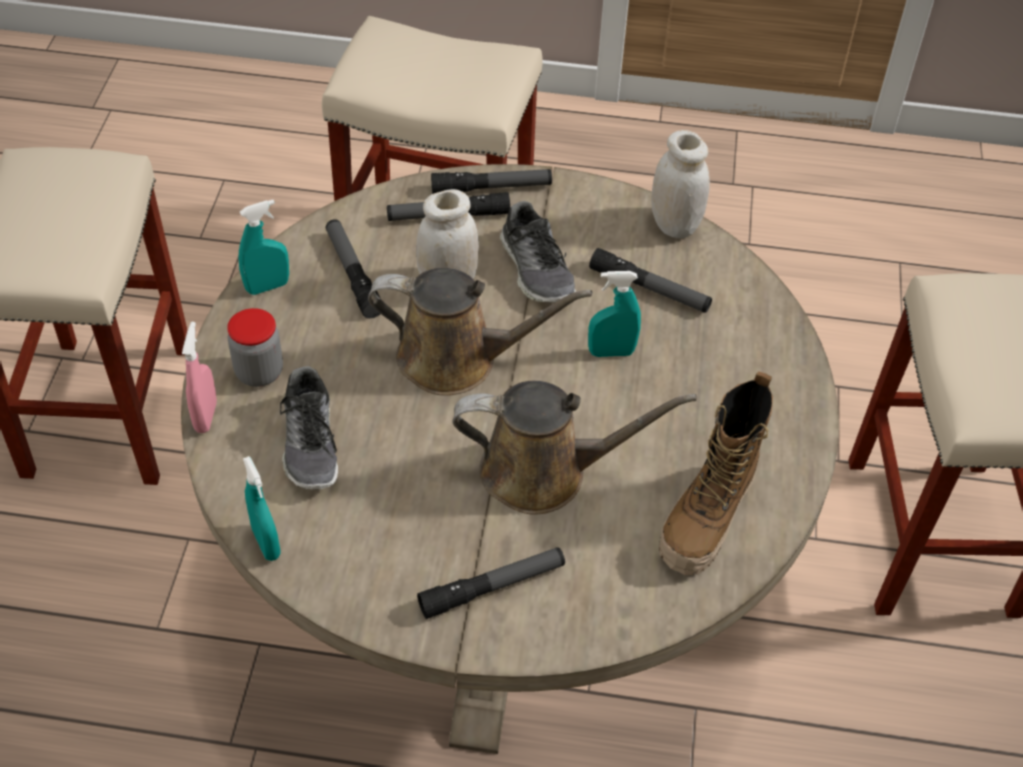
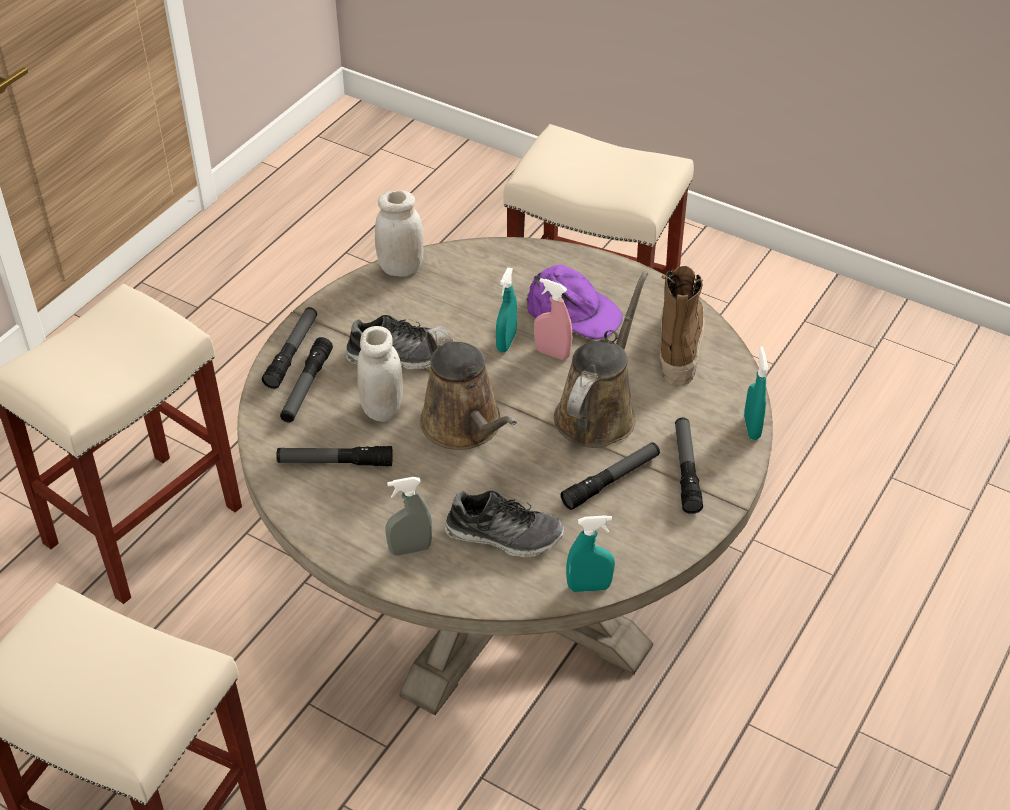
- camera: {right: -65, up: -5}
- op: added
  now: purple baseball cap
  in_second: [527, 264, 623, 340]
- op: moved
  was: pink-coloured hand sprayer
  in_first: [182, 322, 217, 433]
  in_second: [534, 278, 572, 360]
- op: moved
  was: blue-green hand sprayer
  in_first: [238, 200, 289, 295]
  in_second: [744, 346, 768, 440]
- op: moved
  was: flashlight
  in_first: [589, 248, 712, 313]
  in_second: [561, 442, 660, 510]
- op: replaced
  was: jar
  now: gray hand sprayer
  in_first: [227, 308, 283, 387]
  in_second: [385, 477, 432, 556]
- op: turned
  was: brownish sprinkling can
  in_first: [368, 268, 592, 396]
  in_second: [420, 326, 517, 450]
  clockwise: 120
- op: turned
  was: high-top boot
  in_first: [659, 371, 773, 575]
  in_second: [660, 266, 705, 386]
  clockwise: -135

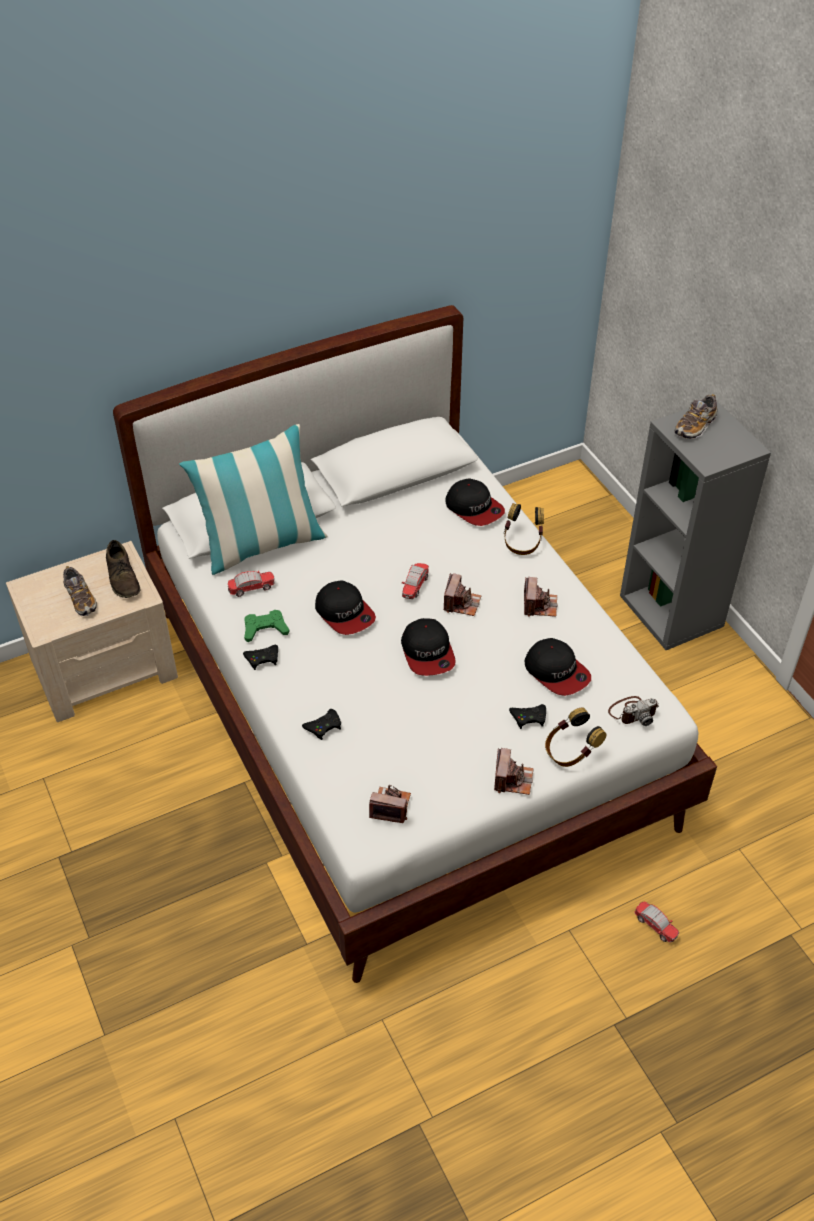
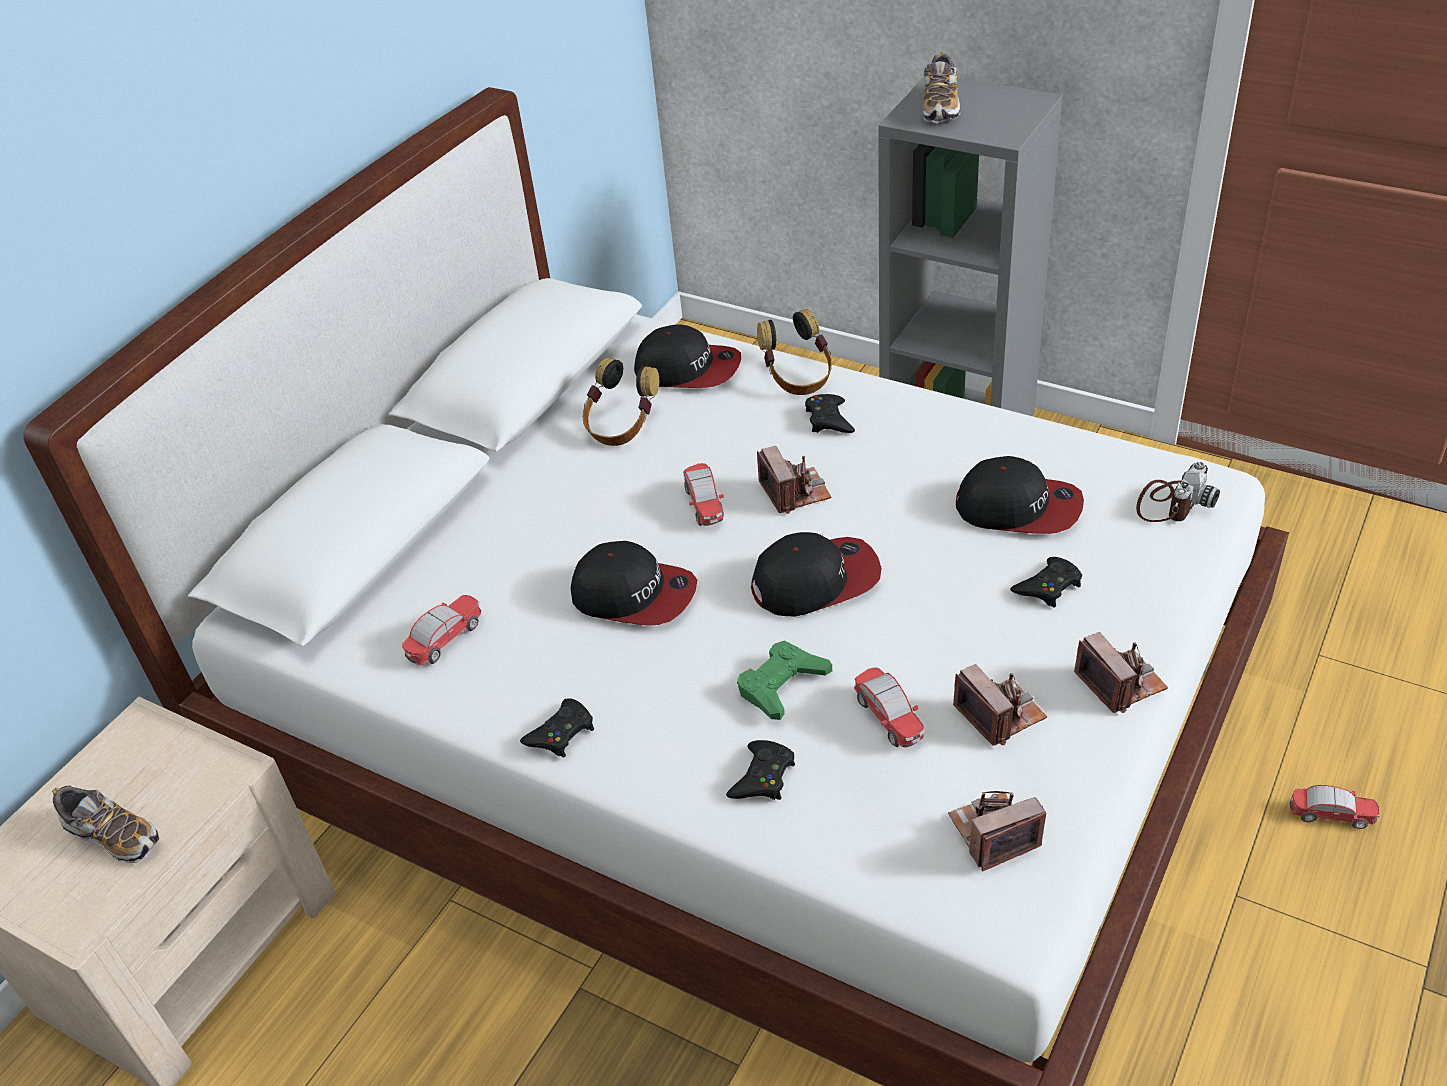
- camera: {right: -30, up: -5}
- op: removed
  was: brownish shoe
  in_first: [106, 540, 140, 598]
- op: removed
  was: cushion
  in_first: [179, 424, 327, 575]
- op: added
  now: blackish joypad
  in_second: [805, 394, 855, 433]
- op: added
  now: toy car
  in_second: [854, 668, 925, 748]
- op: moved
  was: greenish joypad
  in_first: [244, 610, 290, 642]
  in_second: [737, 641, 832, 720]
- op: moved
  was: photo camera
  in_first: [524, 577, 558, 617]
  in_second: [953, 664, 1047, 746]
- op: moved
  was: headset
  in_first: [545, 708, 607, 767]
  in_second: [583, 358, 659, 446]
- op: turned
  was: baseball cap
  in_first: [401, 618, 456, 676]
  in_second: [751, 532, 882, 616]
  clockwise: -60

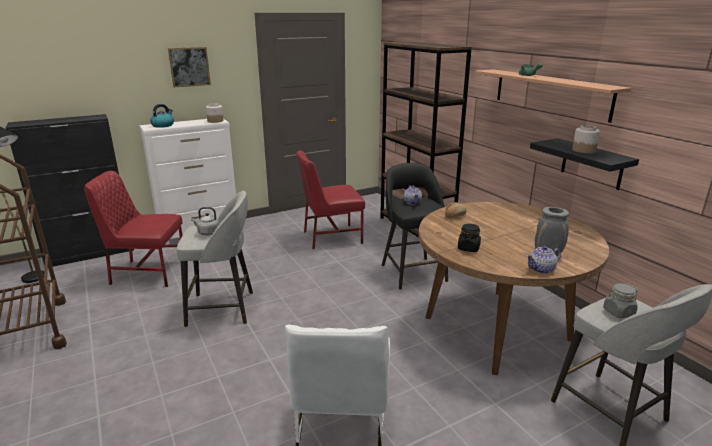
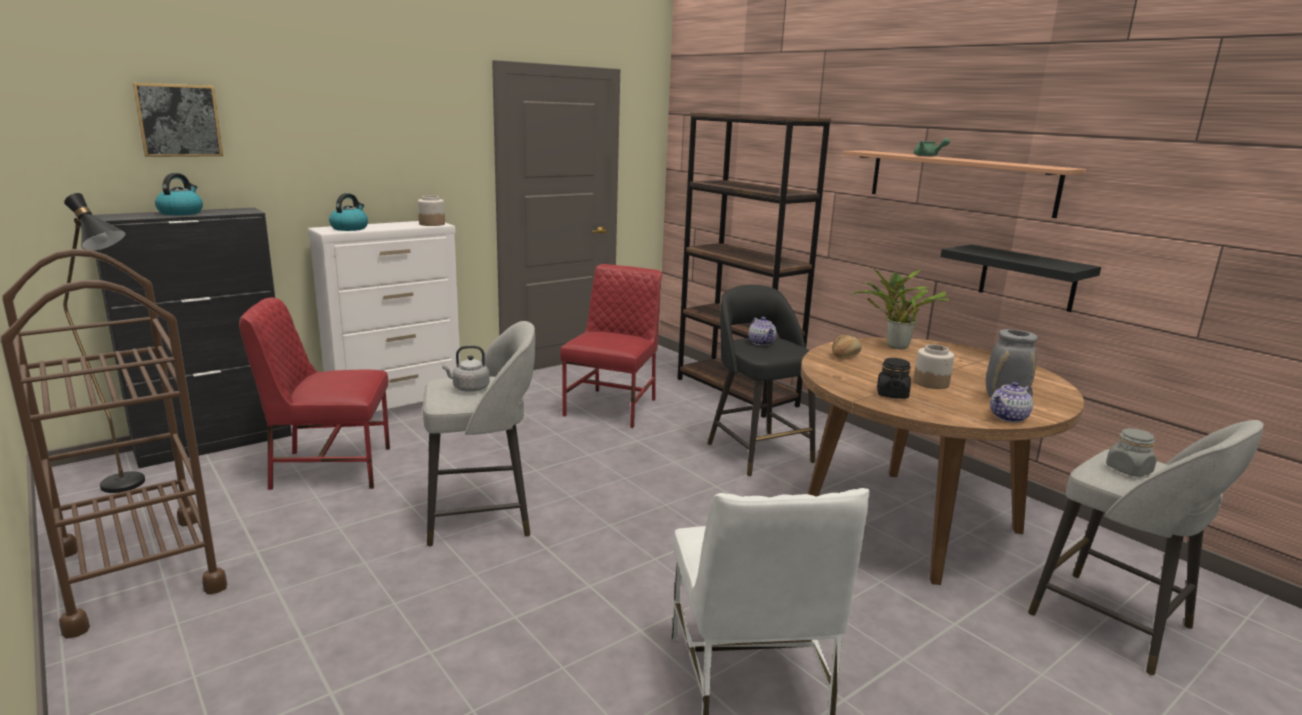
- camera: {right: -10, up: -5}
- op: added
  now: tea kettle
  in_second: [155, 173, 203, 215]
- op: added
  now: houseplant
  in_second: [851, 266, 949, 349]
- op: moved
  was: wall picture
  in_first: [168, 47, 211, 87]
  in_second: [132, 83, 223, 157]
- op: moved
  was: jar
  in_first: [572, 125, 600, 154]
  in_second: [914, 344, 954, 389]
- op: turned
  was: red plain chair
  in_first: [297, 151, 365, 249]
  in_second: [560, 264, 662, 428]
  clockwise: 135

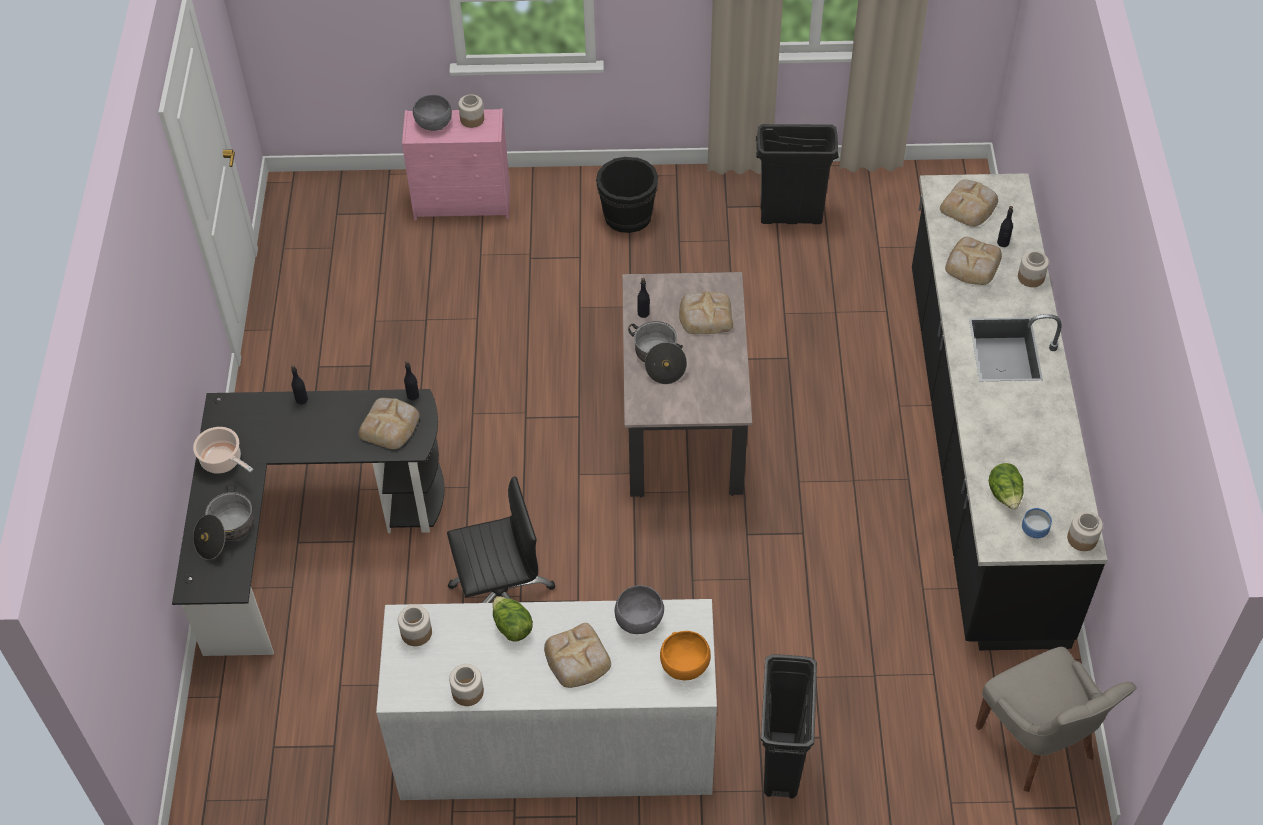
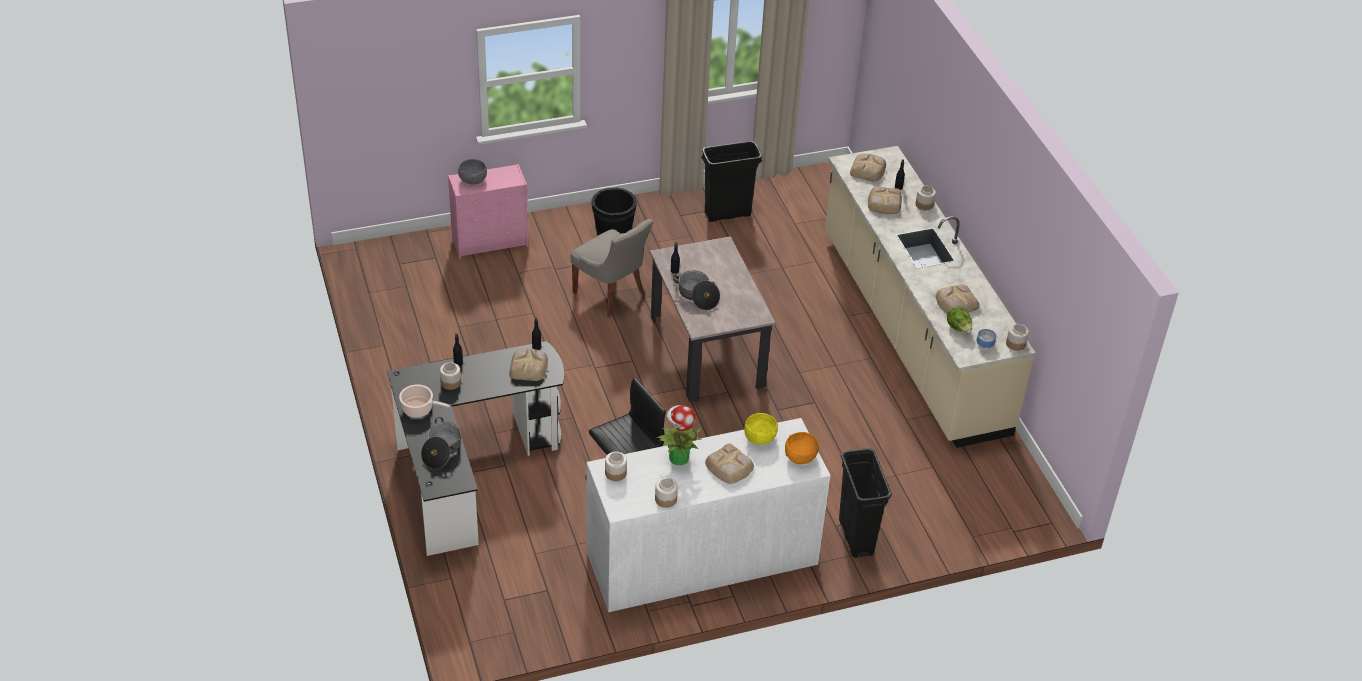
- camera: {right: -20, up: -10}
- op: moved
  was: jar
  in_first: [458, 94, 484, 128]
  in_second: [440, 362, 461, 390]
- op: moved
  was: bread
  in_first: [679, 291, 733, 334]
  in_second: [936, 285, 980, 314]
- op: moved
  was: gray plain chair
  in_first: [976, 647, 1137, 792]
  in_second: [570, 219, 653, 317]
- op: replaced
  was: lettuce head
  now: houseplant
  in_first: [493, 596, 533, 642]
  in_second: [657, 405, 702, 465]
- op: recoloured
  was: gray serving bowl
  now: yellow-coloured serving bowl
  in_first: [615, 585, 664, 634]
  in_second: [744, 413, 778, 445]
- op: recoloured
  was: blackish kitchen counter
  now: sand-coloured kitchen counter
  in_first: [912, 173, 1107, 650]
  in_second: [825, 146, 1036, 448]

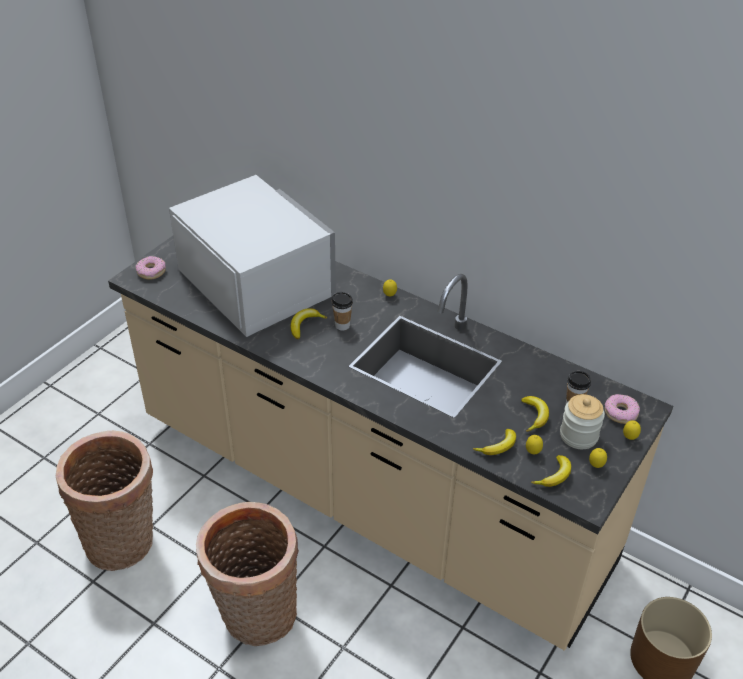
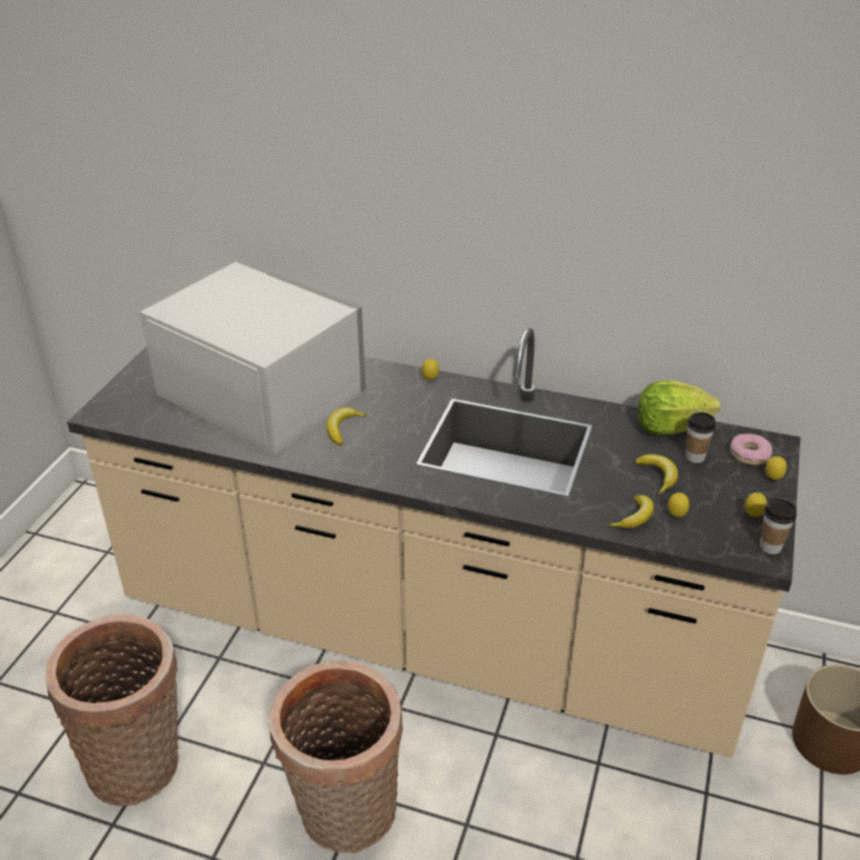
- camera: {right: -15, up: -5}
- op: removed
  was: ring doughnut
  in_first: [136, 256, 166, 280]
- op: removed
  was: banana
  in_first: [531, 455, 571, 487]
- op: removed
  was: jar
  in_first: [560, 394, 605, 449]
- op: added
  now: lettuce head
  in_second: [638, 380, 720, 435]
- op: moved
  was: drinking cup
  in_first: [332, 292, 353, 331]
  in_second: [760, 498, 797, 554]

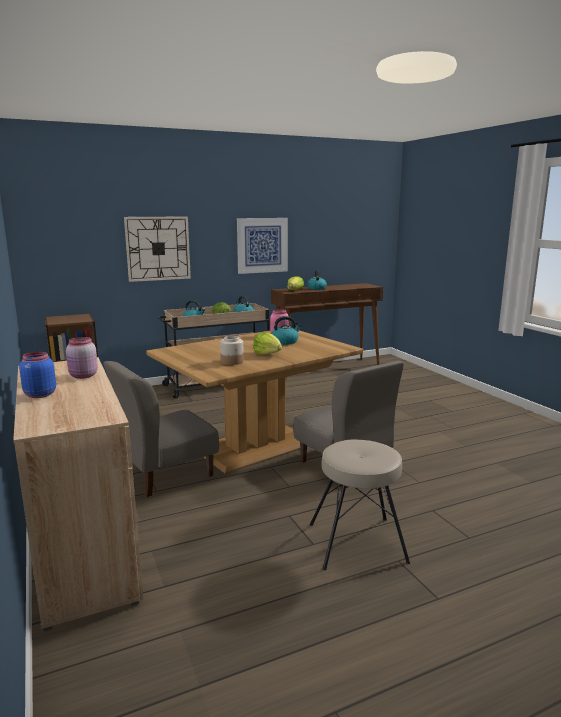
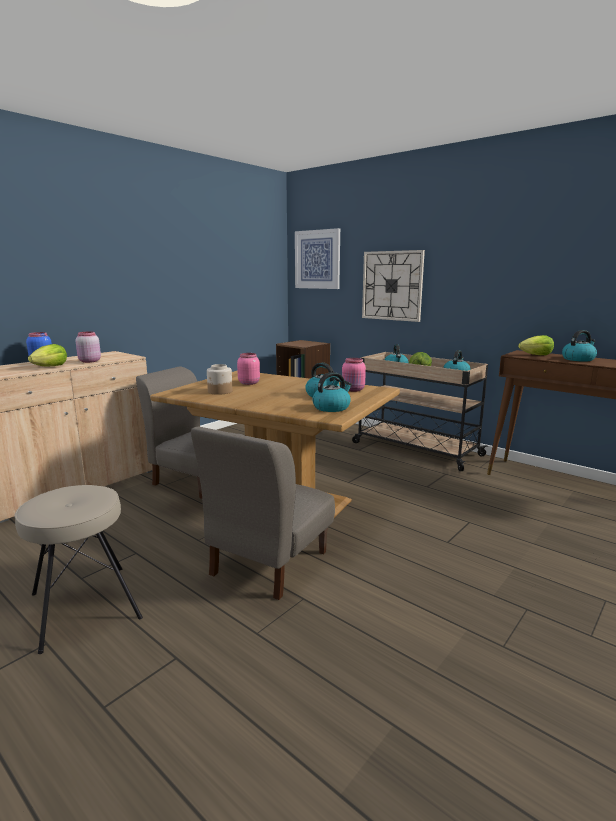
- camera: {right: 65, up: 0}
- op: added
  now: pink-coloured jar
  in_second: [237, 353, 260, 385]
- op: added
  now: tea kettle
  in_second: [312, 372, 352, 412]
- op: moved
  was: wall picture
  in_first: [237, 218, 288, 274]
  in_second: [295, 228, 340, 289]
- op: moved
  was: lettuce head
  in_first: [253, 333, 282, 355]
  in_second: [28, 344, 67, 367]

